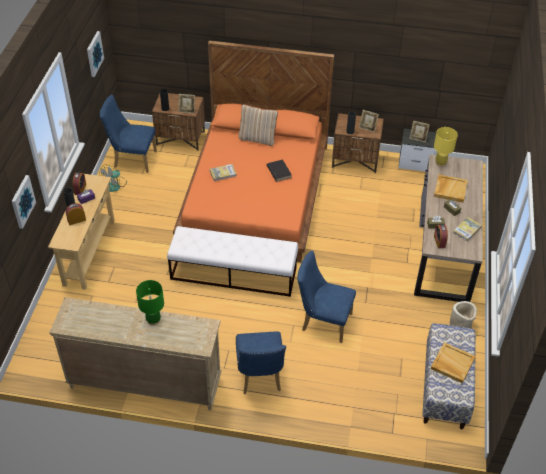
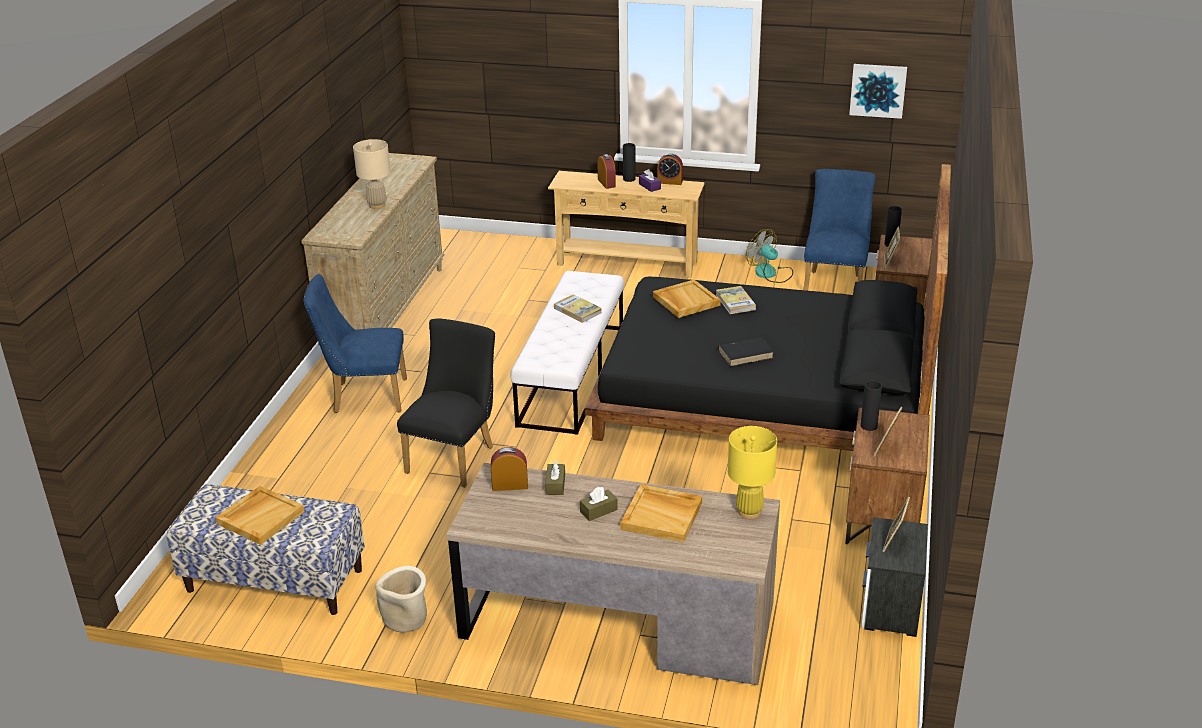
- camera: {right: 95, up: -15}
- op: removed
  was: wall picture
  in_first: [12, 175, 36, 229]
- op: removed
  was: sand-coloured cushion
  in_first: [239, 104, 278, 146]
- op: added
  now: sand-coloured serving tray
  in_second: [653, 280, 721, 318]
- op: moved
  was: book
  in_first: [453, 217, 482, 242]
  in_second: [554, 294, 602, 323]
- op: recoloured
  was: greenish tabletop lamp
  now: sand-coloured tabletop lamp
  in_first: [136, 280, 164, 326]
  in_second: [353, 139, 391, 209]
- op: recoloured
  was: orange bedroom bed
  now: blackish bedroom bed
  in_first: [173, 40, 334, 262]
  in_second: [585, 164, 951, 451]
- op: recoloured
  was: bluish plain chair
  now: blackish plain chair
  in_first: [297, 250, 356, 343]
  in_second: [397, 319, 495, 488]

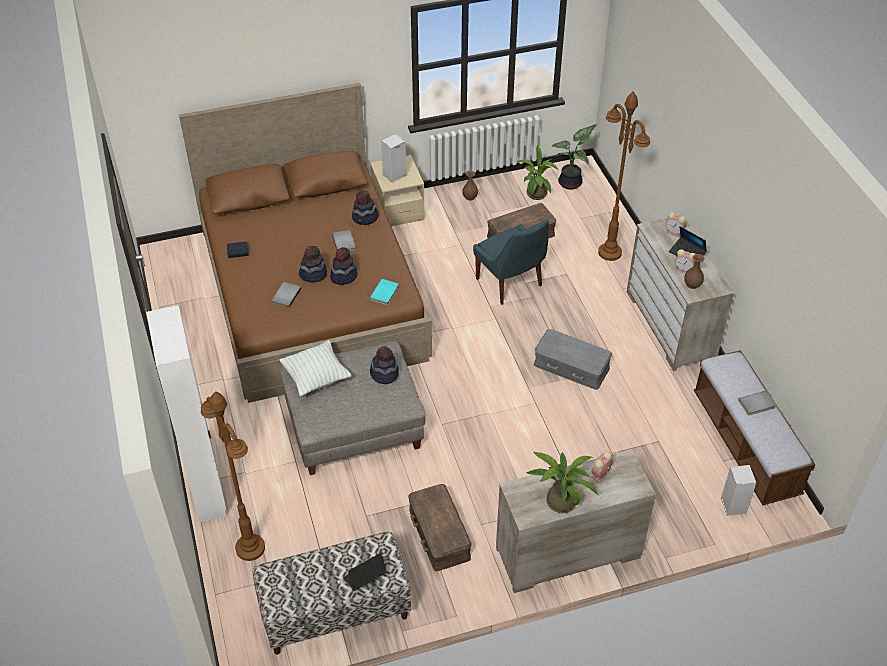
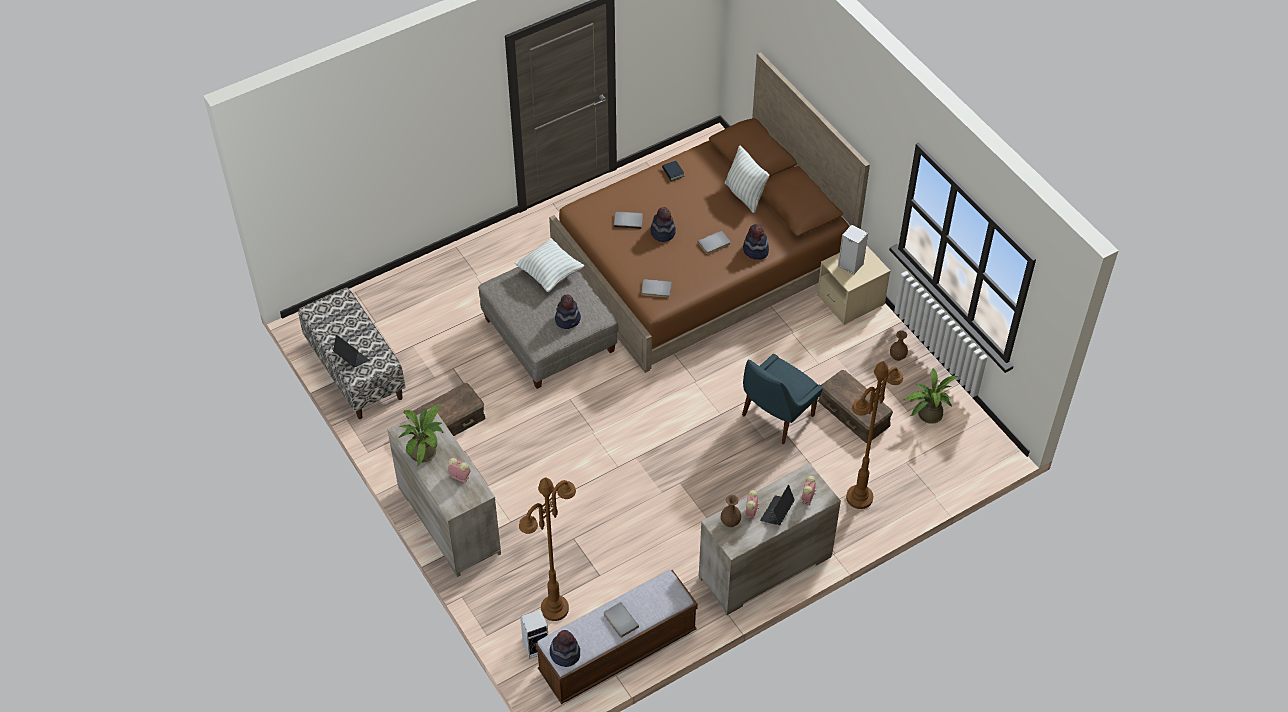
- camera: {right: 75, up: 5}
- op: removed
  was: white-coloured armoire
  in_first: [146, 306, 227, 523]
- op: removed
  was: gray storage box
  in_first: [534, 329, 612, 390]
- op: removed
  was: houseplant
  in_first: [552, 124, 596, 190]
- op: added
  now: cushion
  in_second: [725, 146, 769, 213]
- op: moved
  was: brownish floor lamp
  in_first: [201, 391, 265, 561]
  in_second: [519, 477, 576, 621]
- op: moved
  was: wearable hat
  in_first: [330, 247, 357, 285]
  in_second: [550, 630, 580, 667]
- op: recoloured
  was: blue-green book
  now: gray book
  in_first: [370, 279, 399, 305]
  in_second: [641, 279, 672, 298]

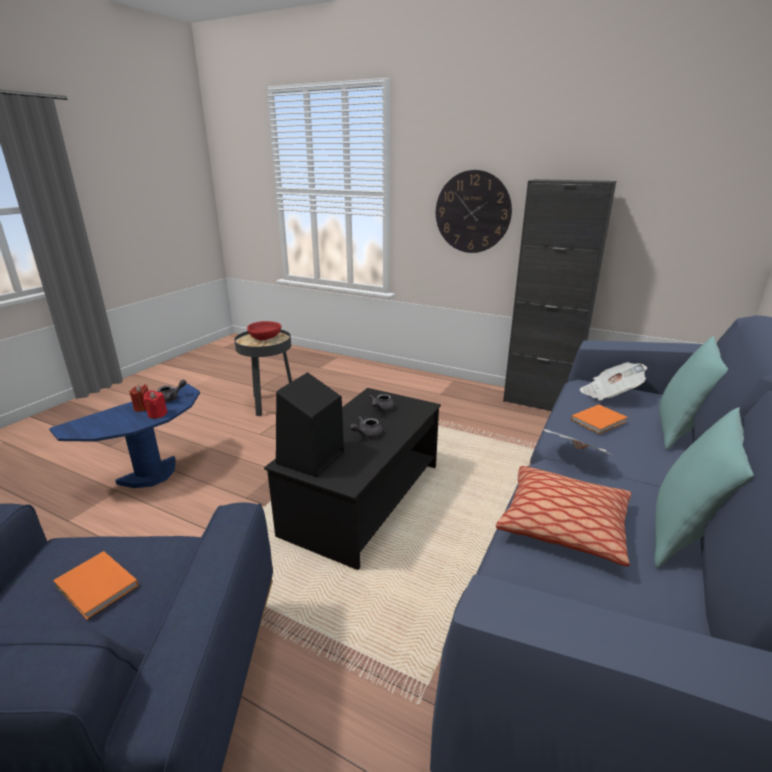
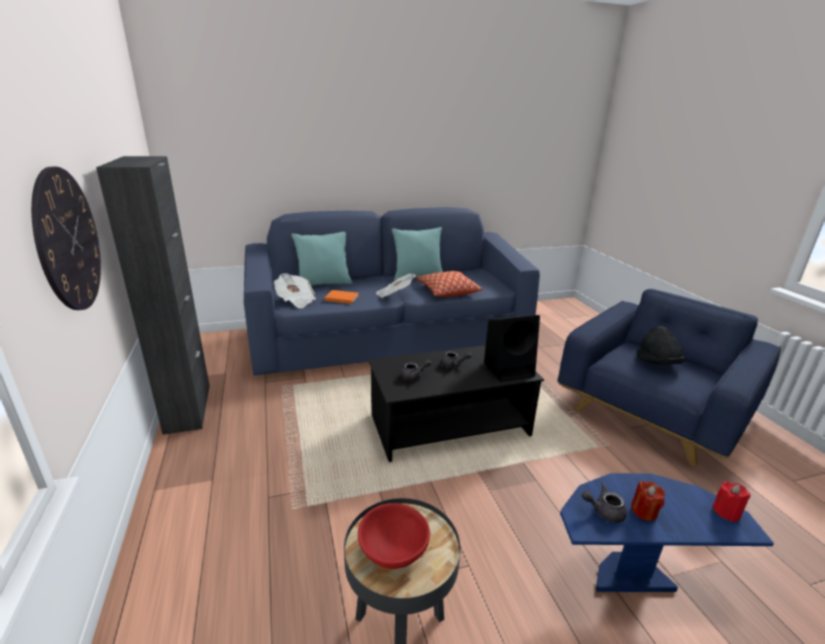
- camera: {right: -135, up: 0}
- op: moved
  was: red candle
  in_first: [143, 390, 168, 419]
  in_second: [712, 481, 751, 522]
- op: replaced
  was: orange book
  now: blackish wearable hat
  in_first: [53, 551, 139, 620]
  in_second: [636, 326, 686, 365]

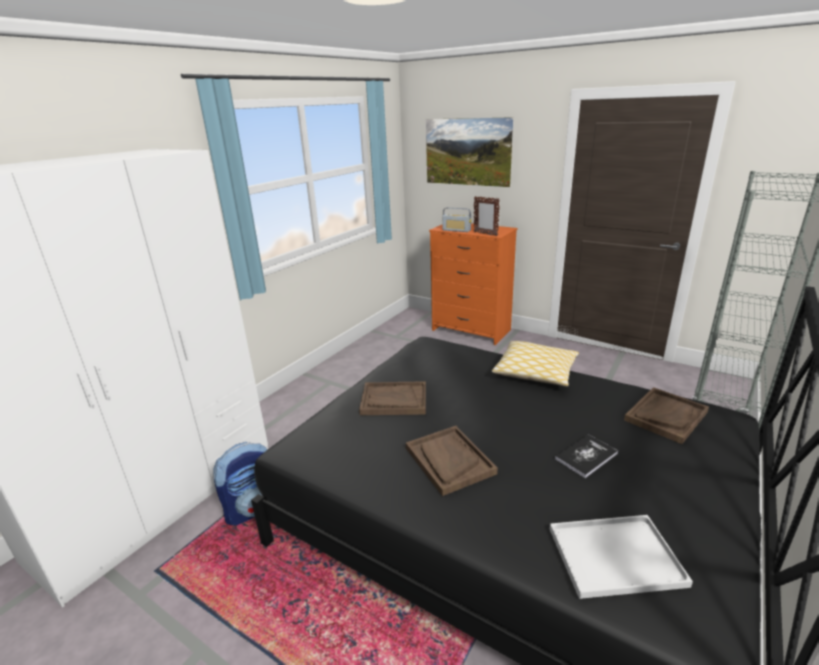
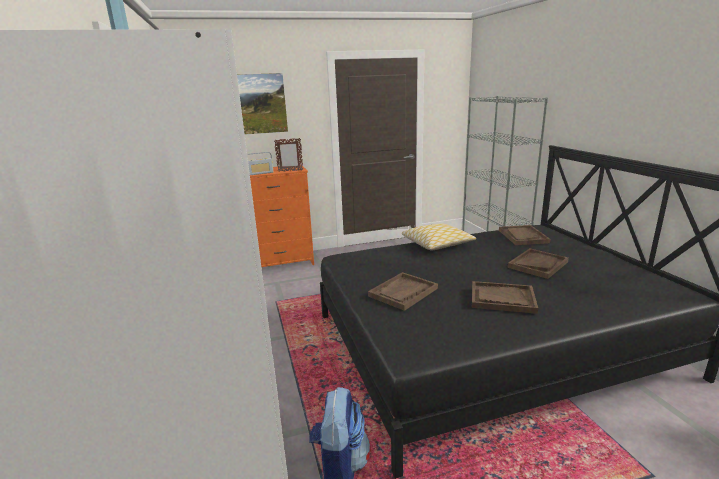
- camera: {right: -50, up: -5}
- op: removed
  was: white-coloured serving tray
  in_first: [550, 515, 693, 599]
- op: replaced
  was: book
  now: brownish serving tray
  in_first: [555, 434, 618, 478]
  in_second: [507, 249, 569, 279]

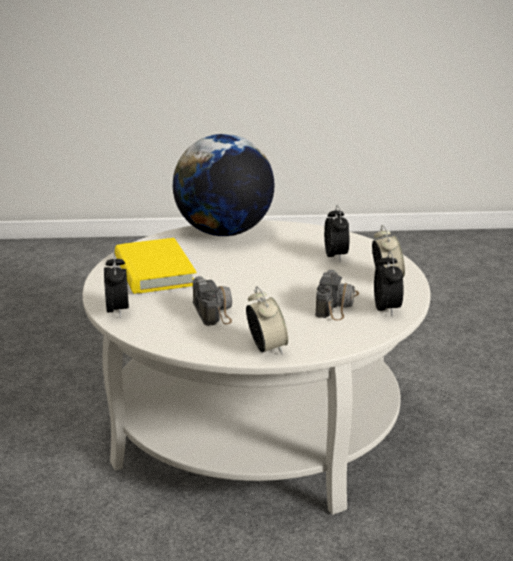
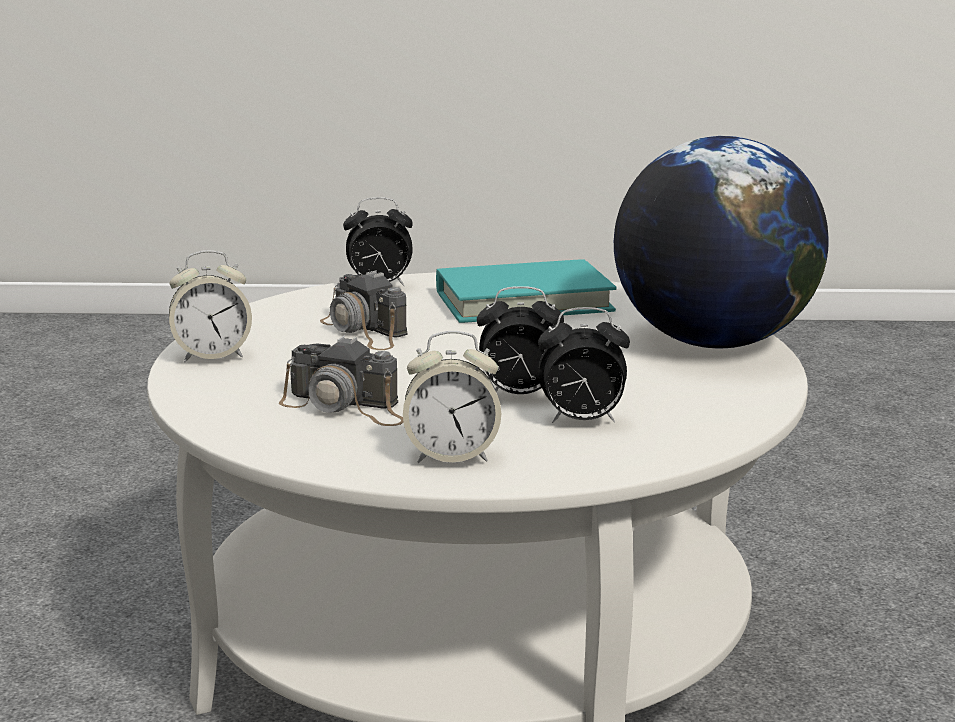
- camera: {right: 95, up: -5}
- op: moved
  was: alarm clock
  in_first: [374, 251, 404, 316]
  in_second: [477, 286, 564, 394]
- op: recoloured
  was: yellow-coloured book
  now: blue-green book
  in_first: [115, 238, 197, 294]
  in_second: [436, 259, 616, 323]
- op: turned
  was: photo camera
  in_first: [193, 276, 232, 326]
  in_second: [320, 270, 408, 350]
  clockwise: 60

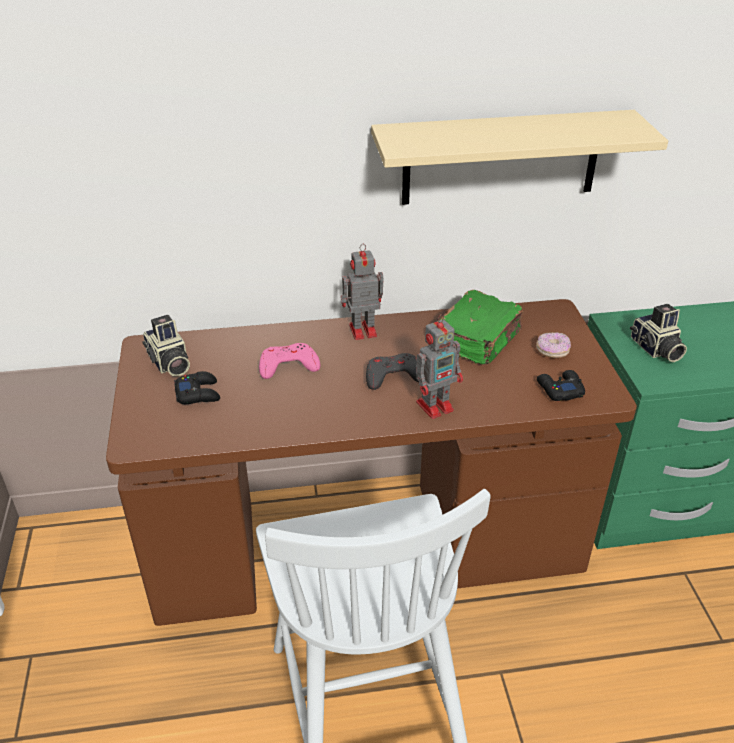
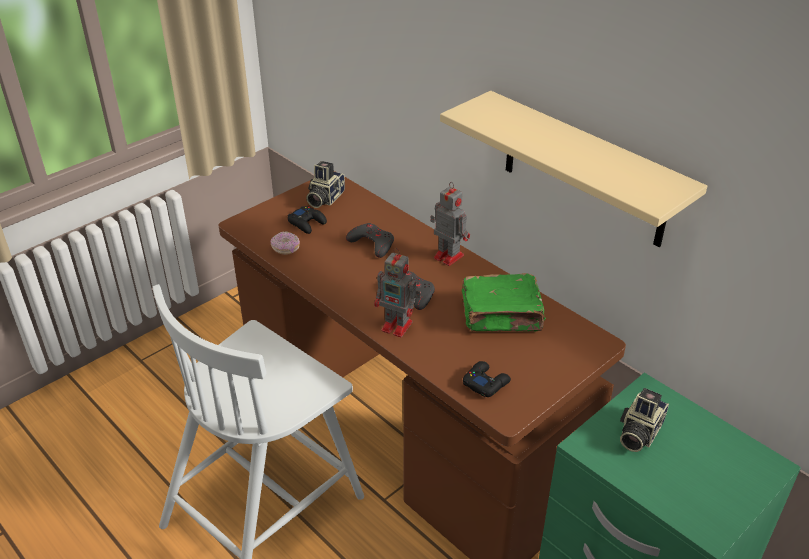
- camera: {right: 55, up: 0}
- op: moved
  was: ring doughnut
  in_first: [536, 332, 571, 358]
  in_second: [271, 231, 300, 255]
- op: recoloured
  was: pink-coloured joypad
  now: gray joypad
  in_first: [259, 343, 320, 379]
  in_second: [346, 223, 394, 258]

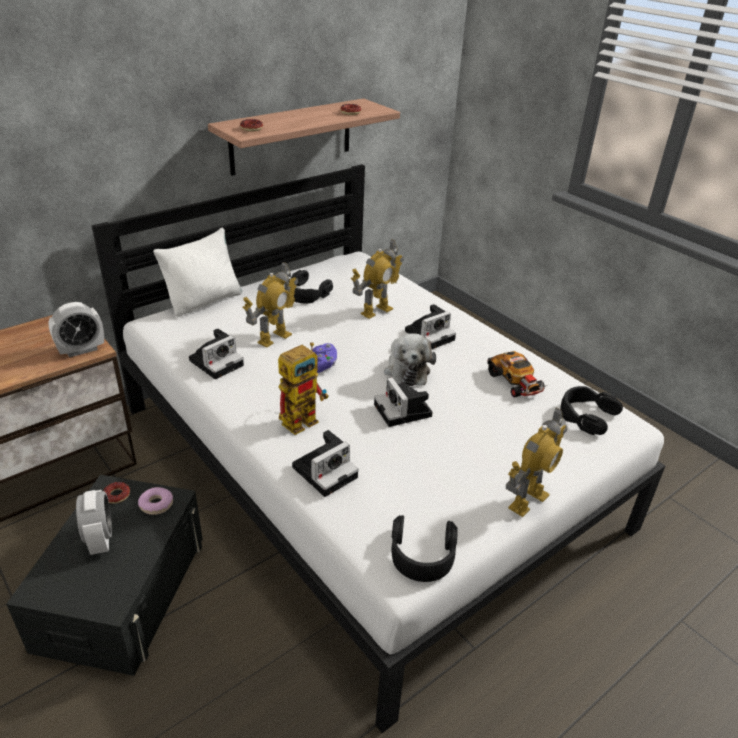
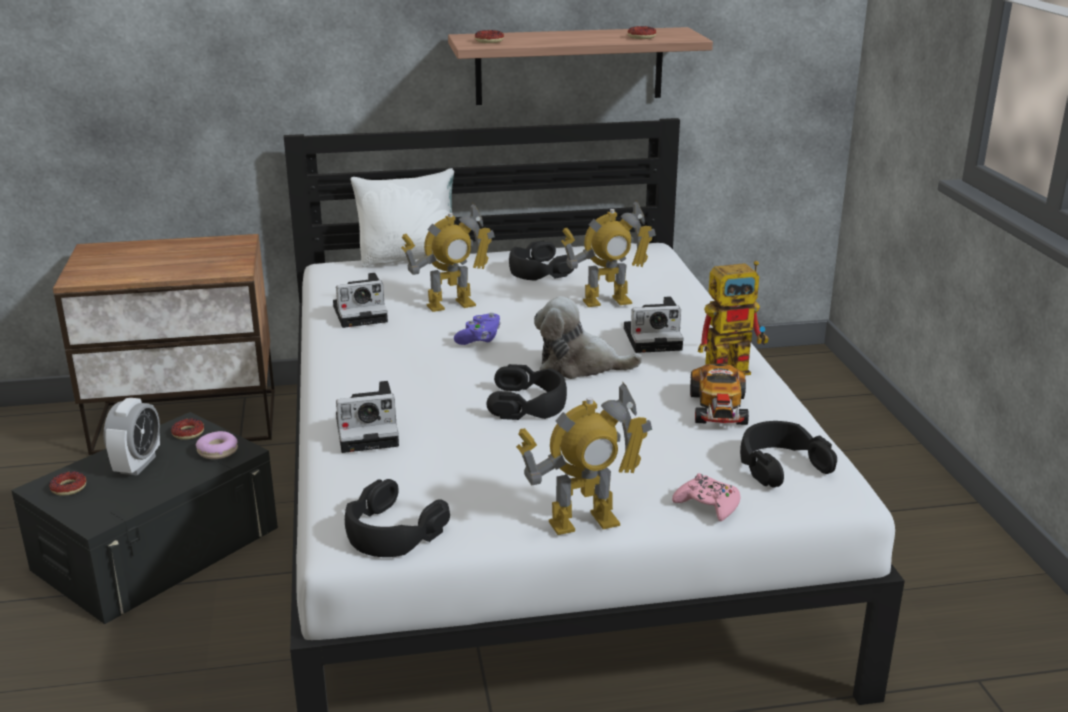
- camera: {right: 30, up: -10}
- op: removed
  was: alarm clock
  in_first: [48, 302, 104, 357]
- op: added
  now: ring doughnut
  in_second: [49, 471, 86, 496]
- op: added
  now: pink-coloured joypad
  in_second: [672, 473, 741, 521]
- op: moved
  was: model robot
  in_first: [278, 342, 329, 435]
  in_second: [698, 260, 769, 376]
- op: replaced
  was: photo camera
  now: blackish headset
  in_first: [374, 377, 433, 427]
  in_second: [487, 364, 567, 420]
- op: turned
  was: cuddly toy
  in_first: [384, 333, 436, 386]
  in_second: [534, 296, 643, 379]
  clockwise: 75

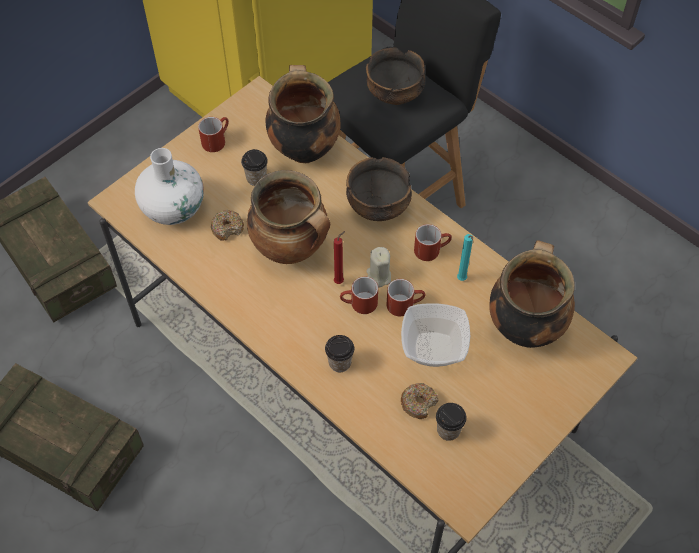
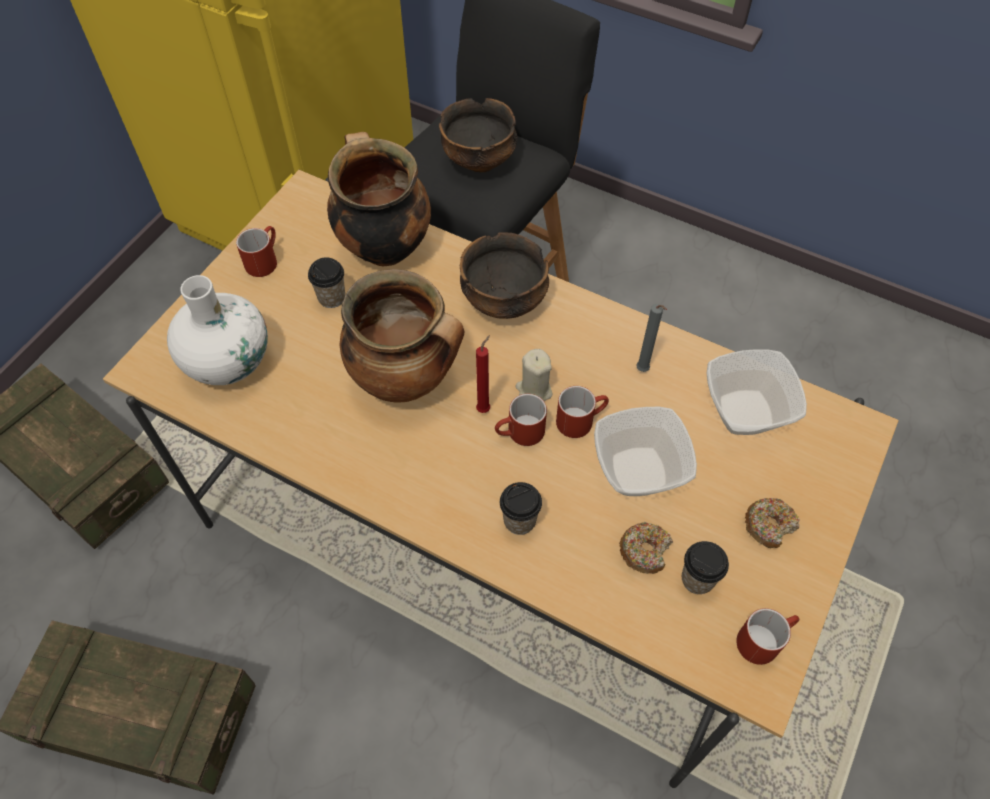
- camera: {right: -15, up: 0}
- op: moved
  was: ring doughnut
  in_first: [211, 210, 244, 241]
  in_second: [745, 498, 800, 548]
- op: moved
  was: red coffee mug
  in_first: [414, 224, 452, 261]
  in_second: [736, 608, 799, 665]
- op: replaced
  was: cooking pot
  now: serving bowl
  in_first: [489, 240, 575, 348]
  in_second: [706, 349, 807, 435]
- op: recoloured
  was: blue-green candle
  now: gray candle
  in_first: [457, 234, 473, 281]
  in_second: [636, 304, 667, 372]

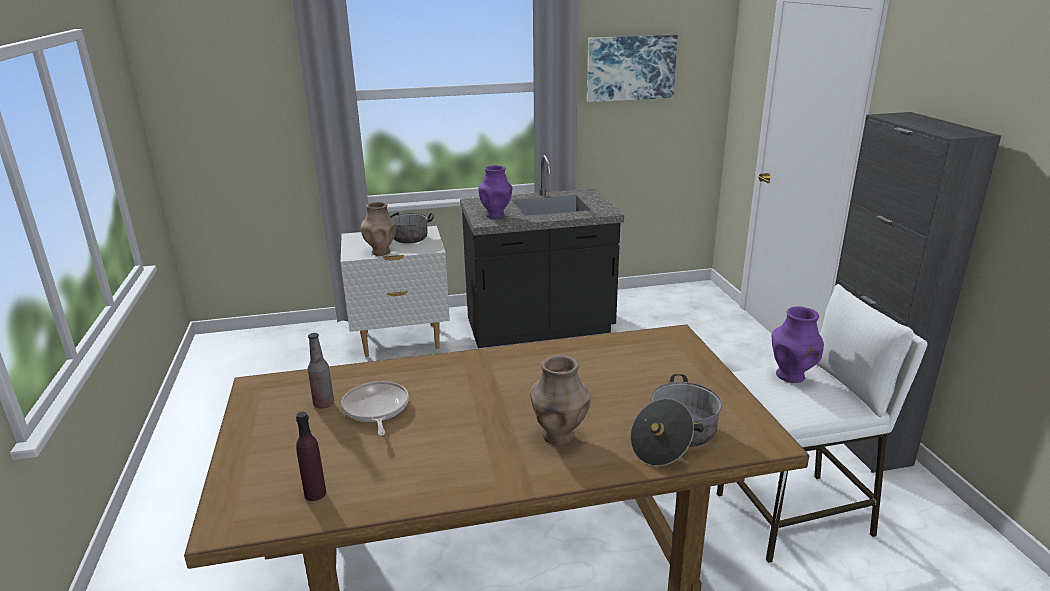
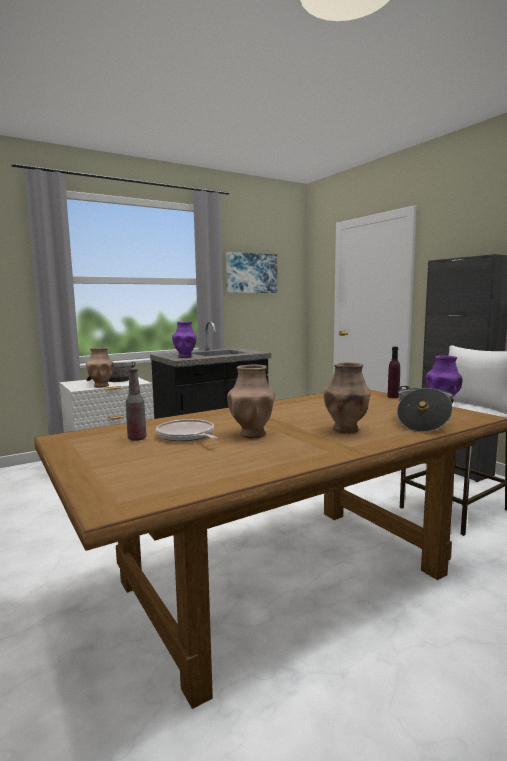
- camera: {right: -20, up: -15}
- op: added
  now: brownish decorative vase
  in_second: [227, 365, 275, 438]
- op: moved
  was: purple drink bottle
  in_first: [296, 412, 326, 501]
  in_second: [387, 347, 400, 398]

